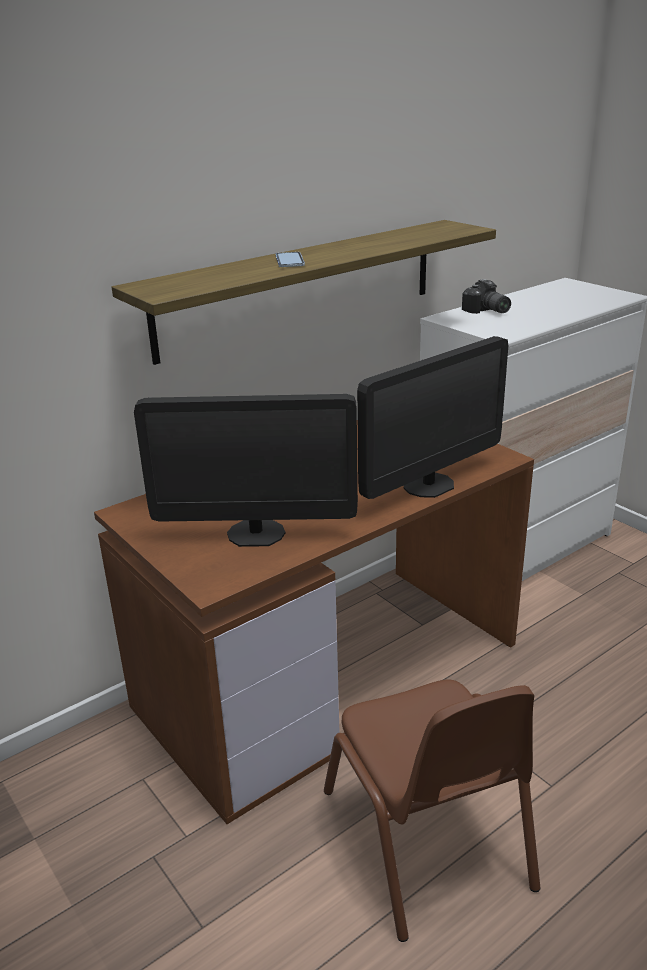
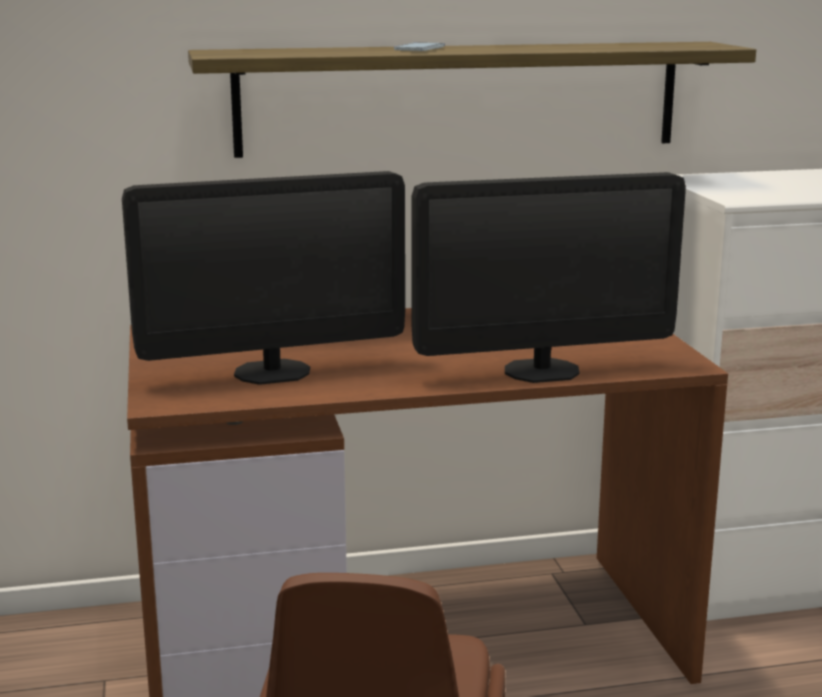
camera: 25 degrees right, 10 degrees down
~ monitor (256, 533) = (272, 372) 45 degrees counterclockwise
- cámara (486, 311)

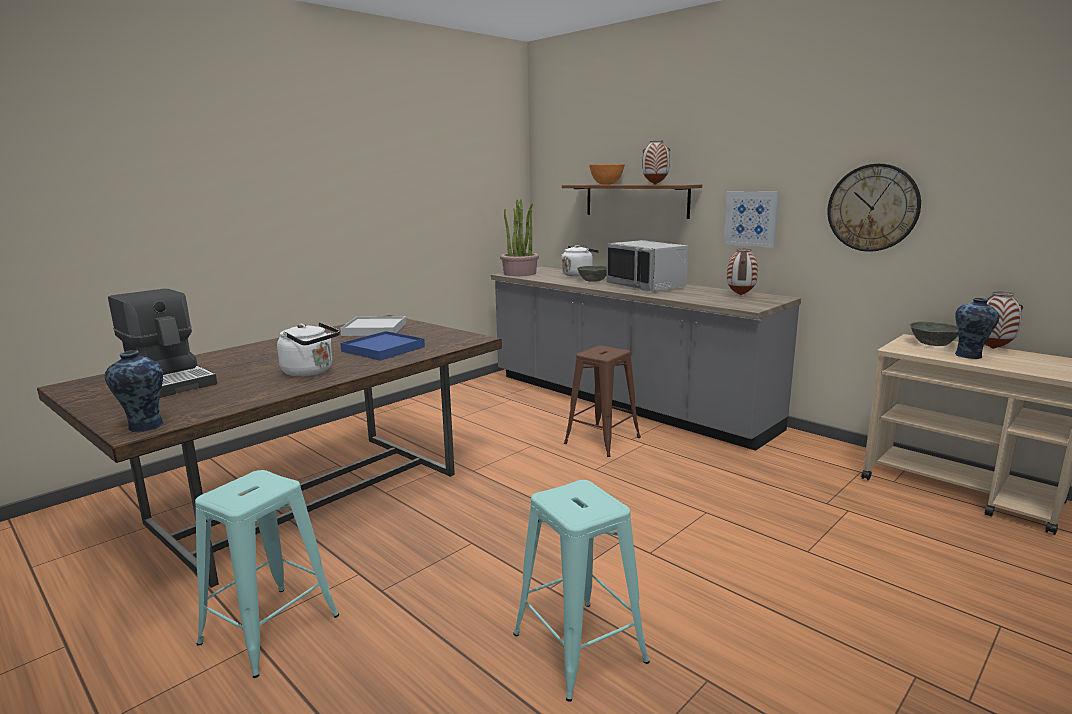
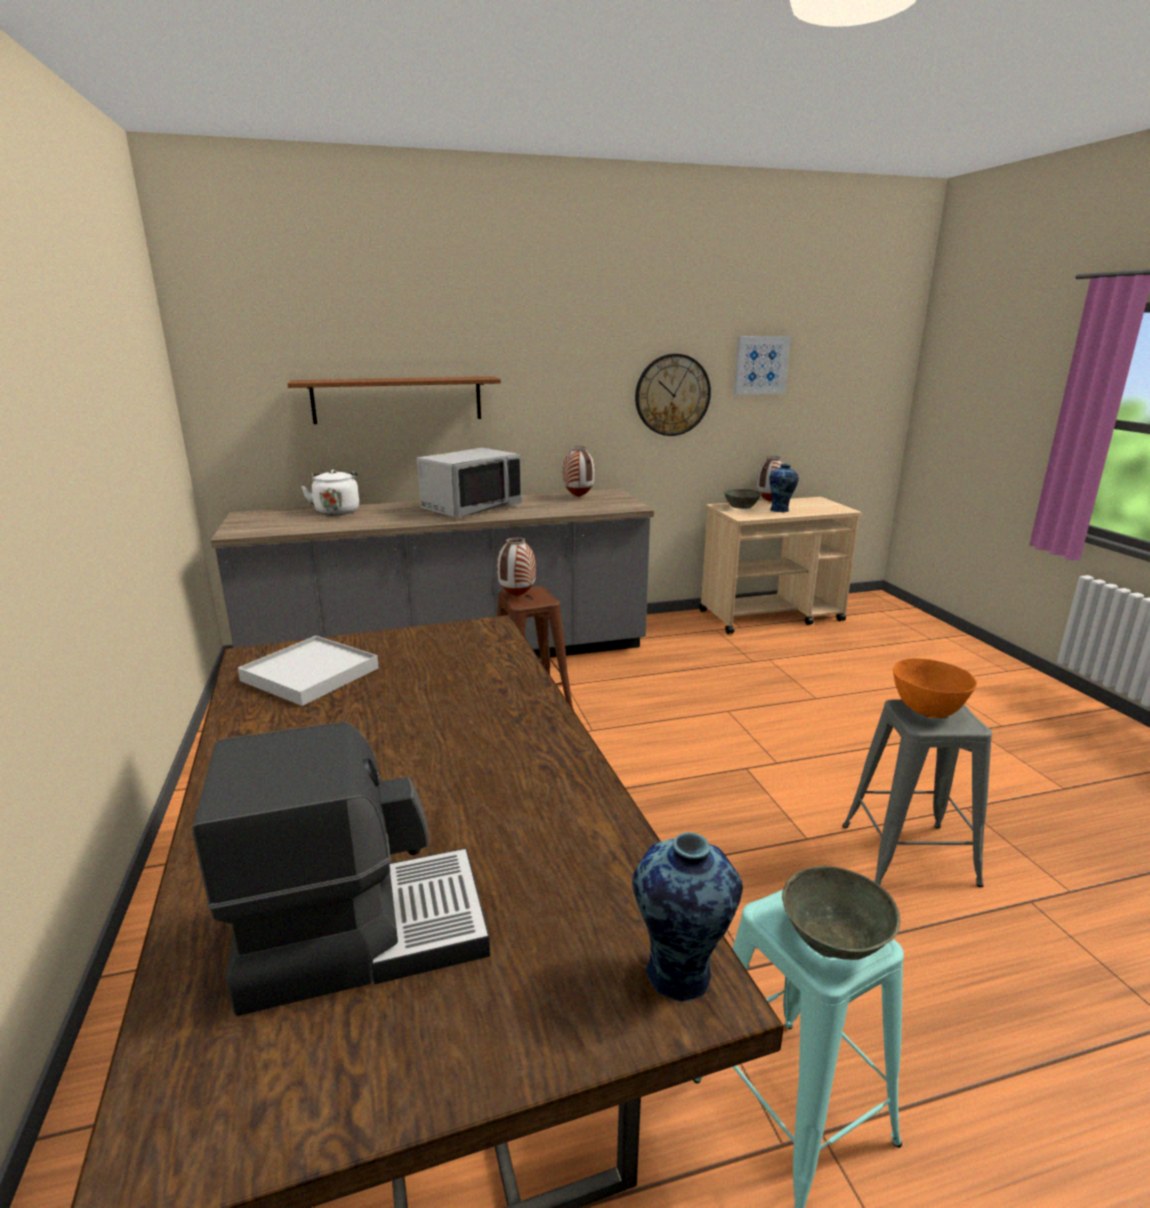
camera: 60 degrees left, 5 degrees up
~ microondas/gris (646, 286) = (471, 507) 45 degrees counterclockwise
~ florero (654, 184) to (517, 596)
~ cuadro (751, 218) to (761, 365)
~ cuenco/gris (593, 280) to (832, 937)
~ taburete/turquesa (579, 648) to taburete/gris (908, 854)
~ cuenco/naranja (606, 184) to (928, 711)
- hervidor/blanco (311, 371)
- bandeja/azul (383, 349)
- planta en maceta (520, 273)

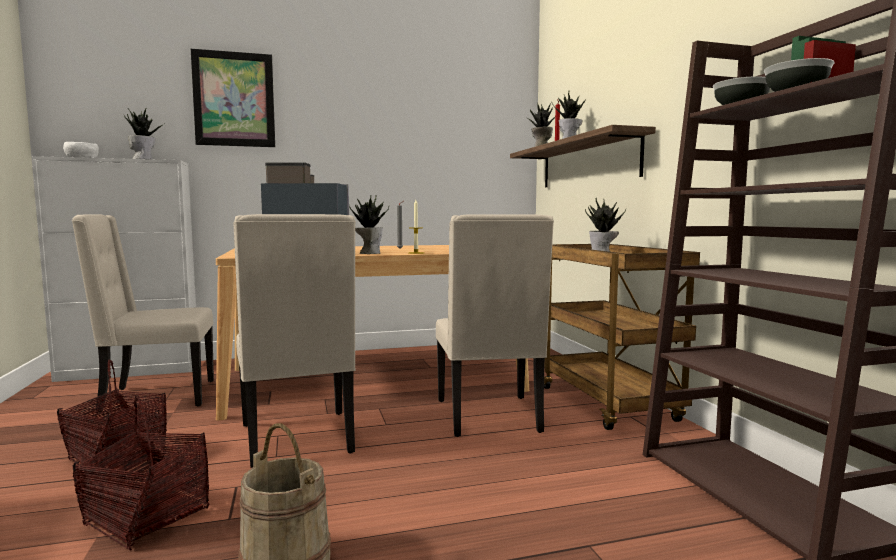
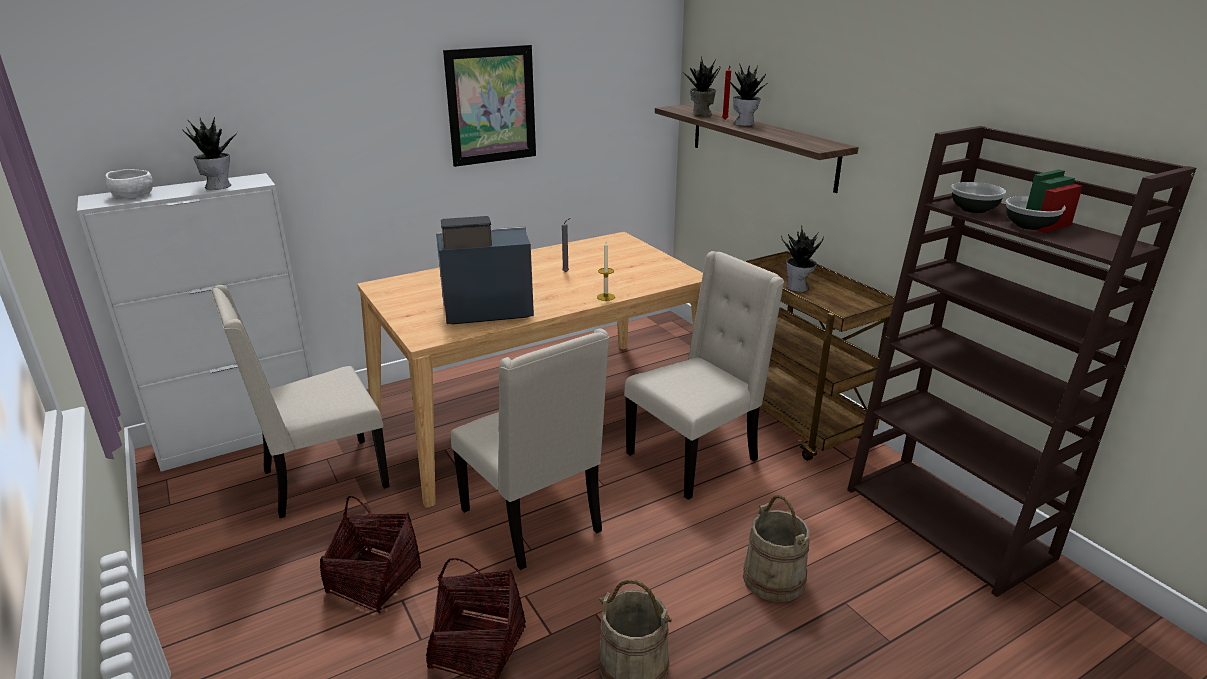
camera: 15 degrees left, 20 degrees up
~ cuadro (234, 99) to (491, 105)
~ silla/beis (490, 416) = (695, 457) 105 degrees counterclockwise
+ cubo/beis (774, 578)
- planta en maceta (369, 253)

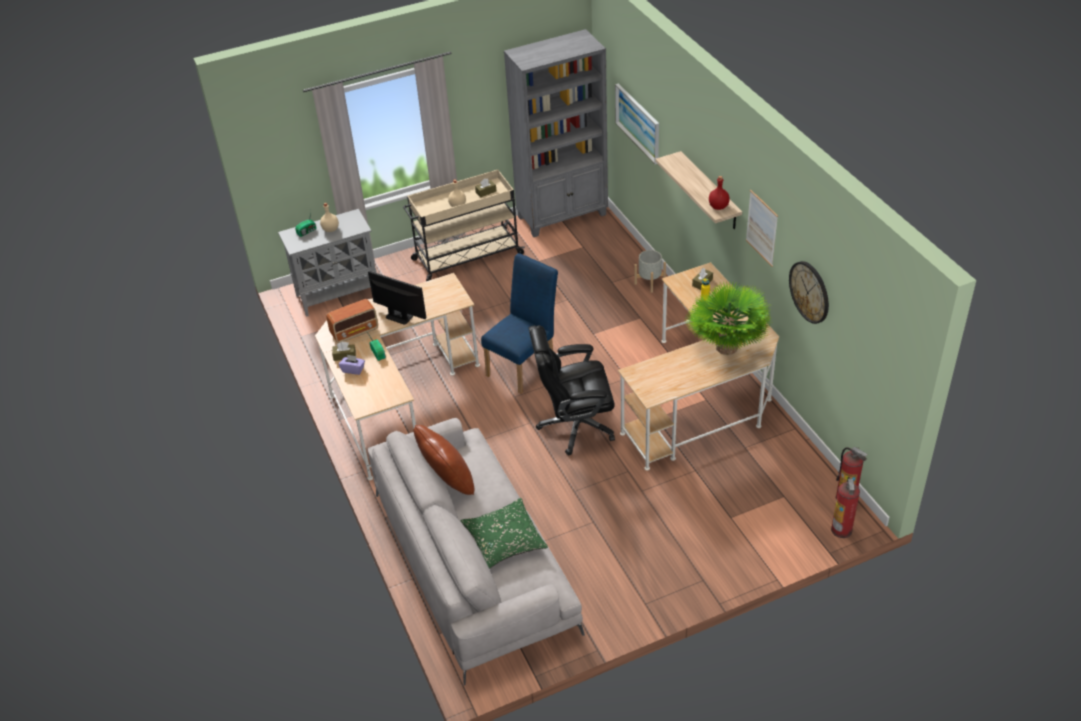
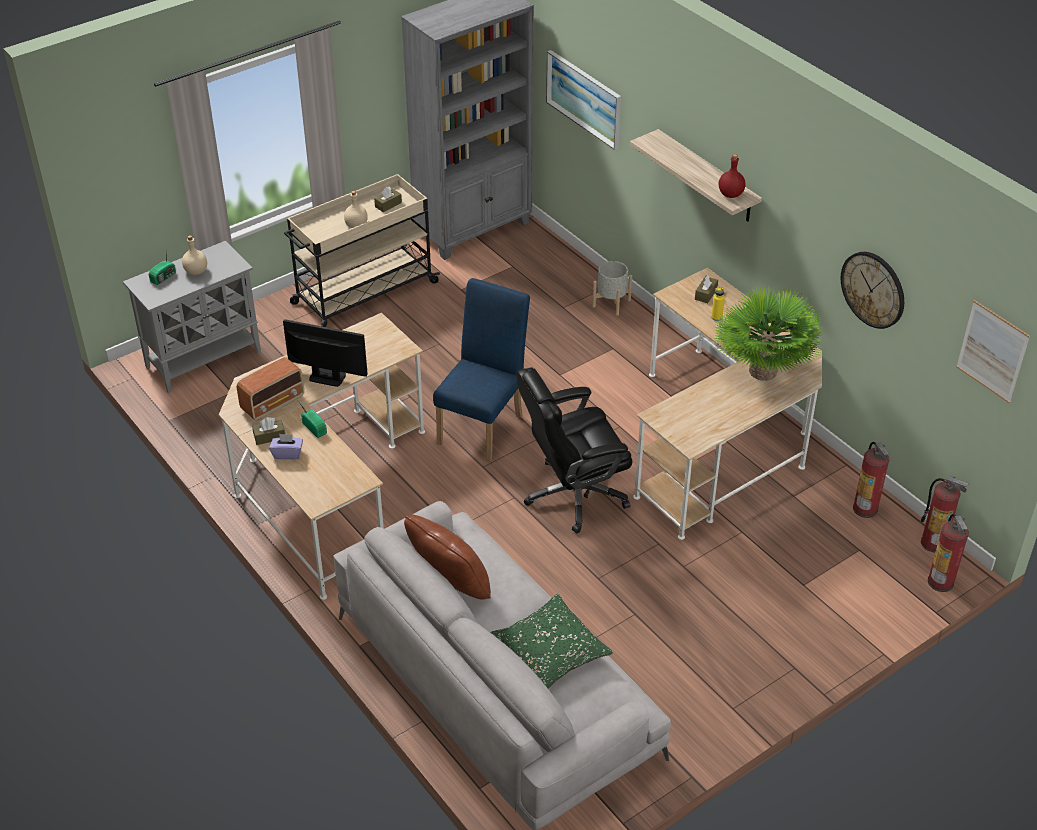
camera: 15 degrees left, 0 degrees up
+ extintor (865, 509)
~ cuadro (761, 228) to (992, 351)

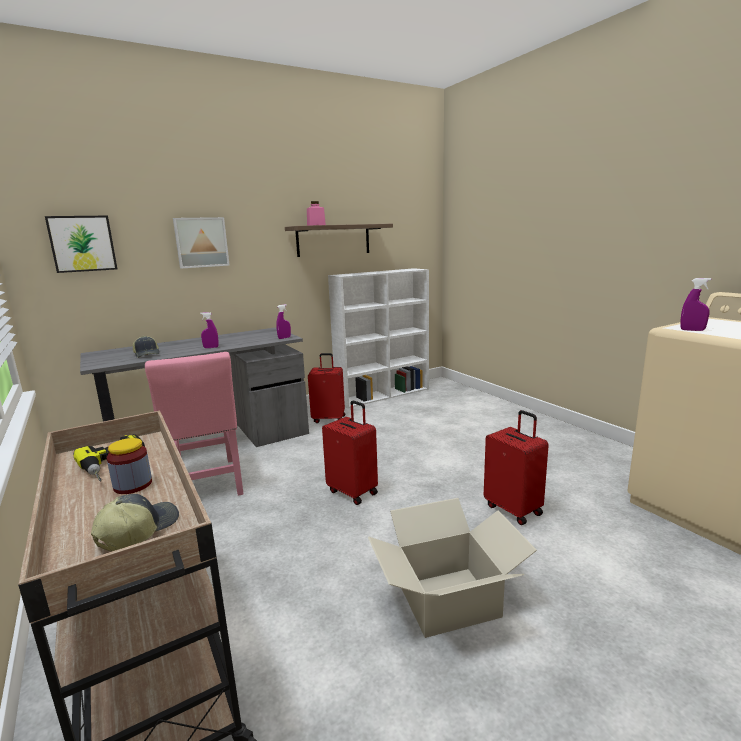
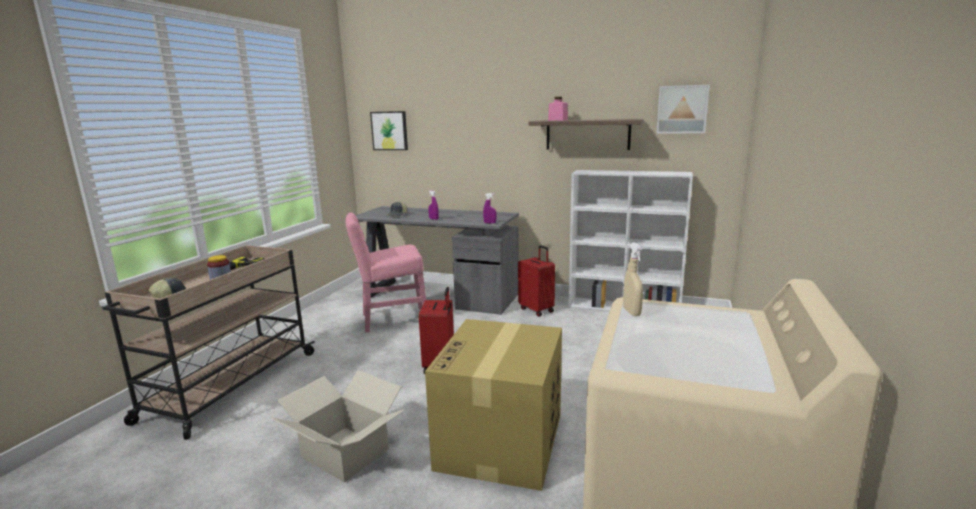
camera: 50 degrees right, 0 degrees up
~ silla/rosa (207, 484) = (390, 319) 45 degrees clockwise
~ maleta/rojo (514, 509) to caja de cartón (500, 442)
~ pulverizador/morado (692, 330) to pulverizador/beis (631, 312)
~ cuadro (201, 242) to (682, 109)

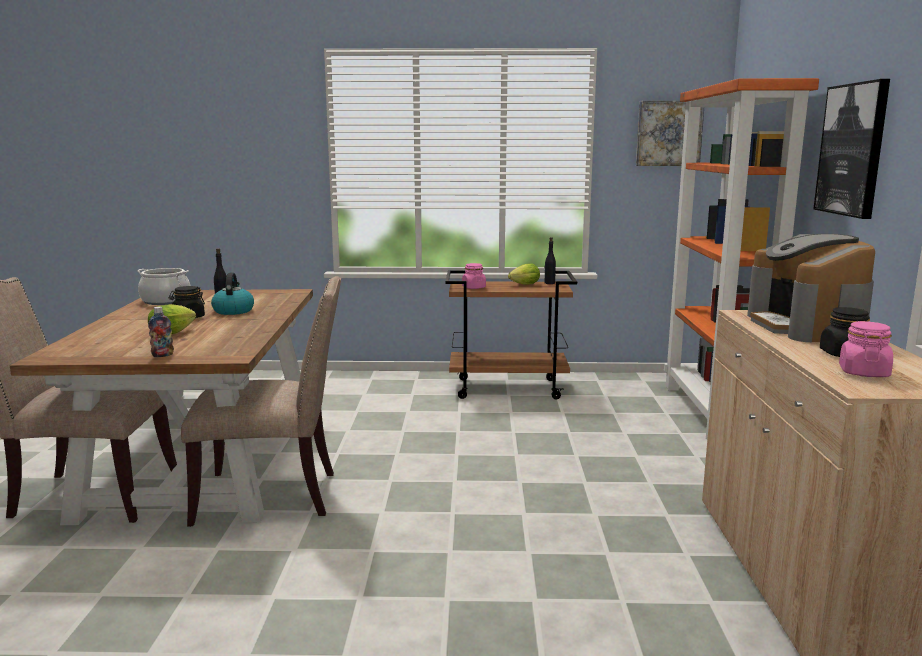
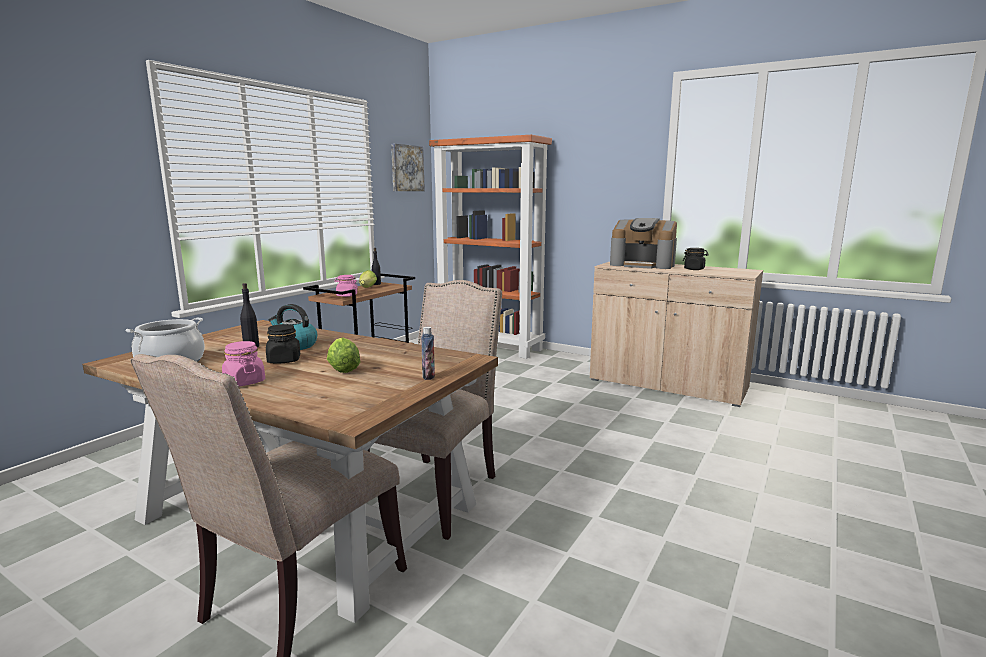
camera: 60 degrees left, 0 degrees up
~ tarro/rosa (863, 372) to (244, 382)
- cuadro (852, 150)

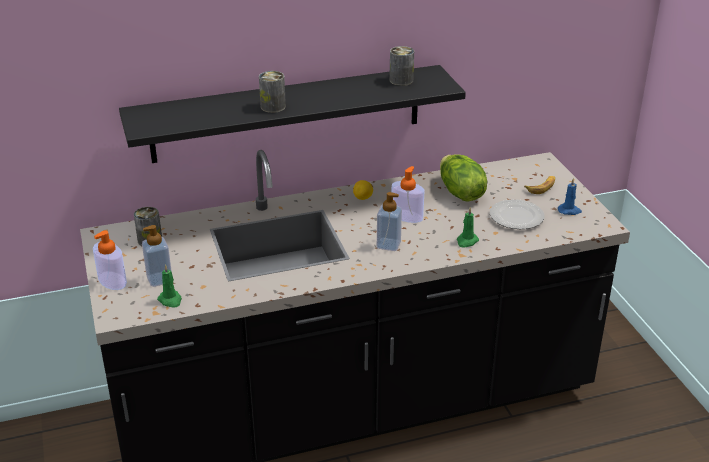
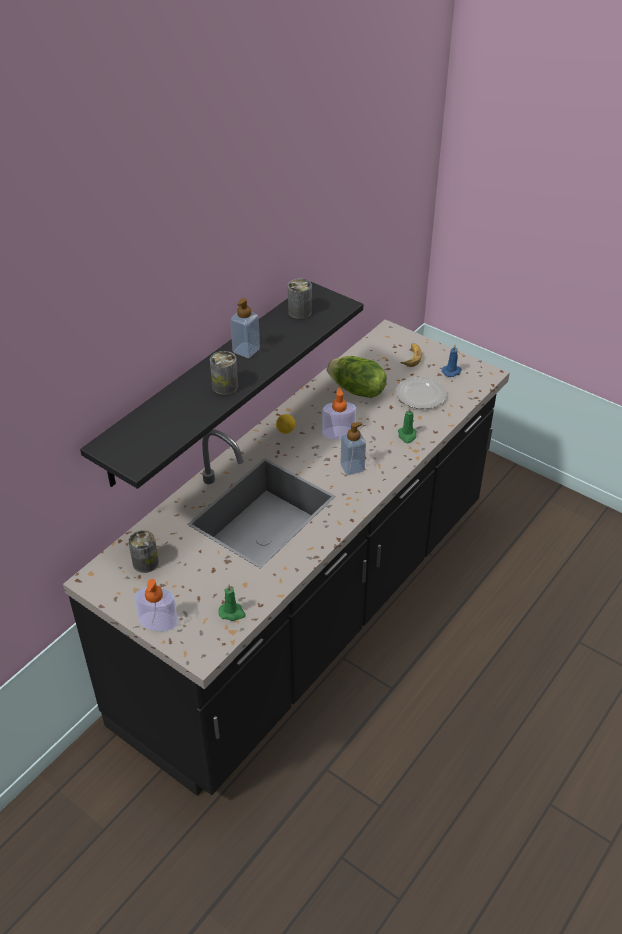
camera: 35 degrees left, 10 degrees up
~ dispensador de jabón (159, 279) to (246, 350)

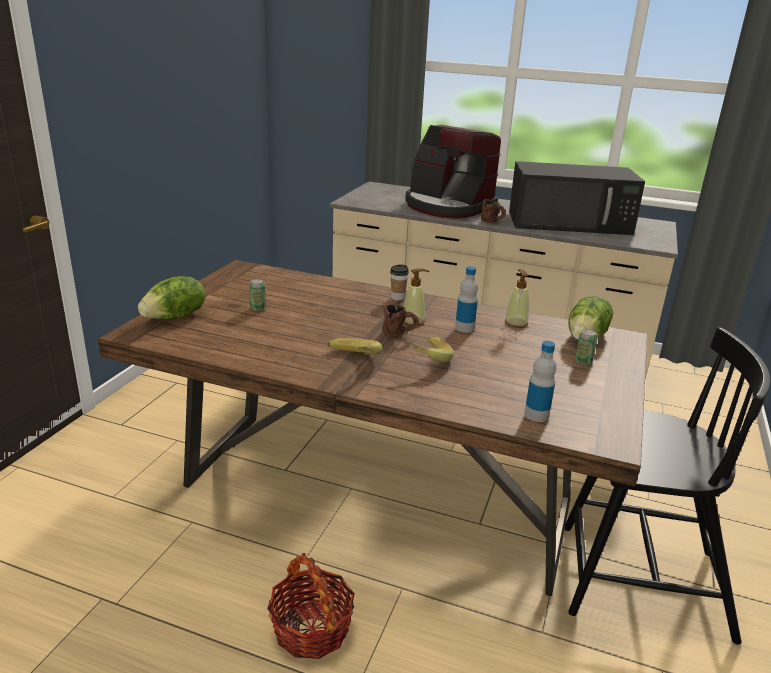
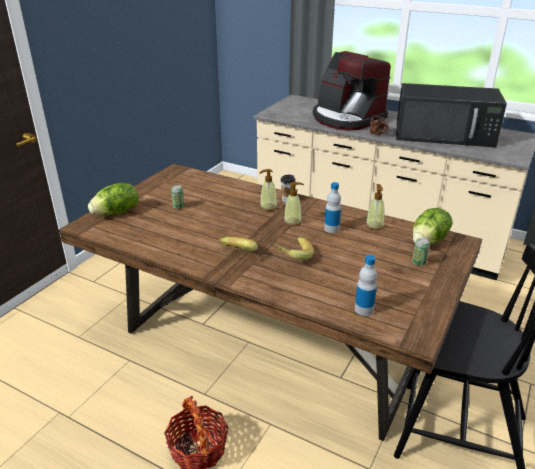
camera: 10 degrees right, 5 degrees up
+ dispensador de jabón (268, 207)
- taza grande/marrón (400, 333)

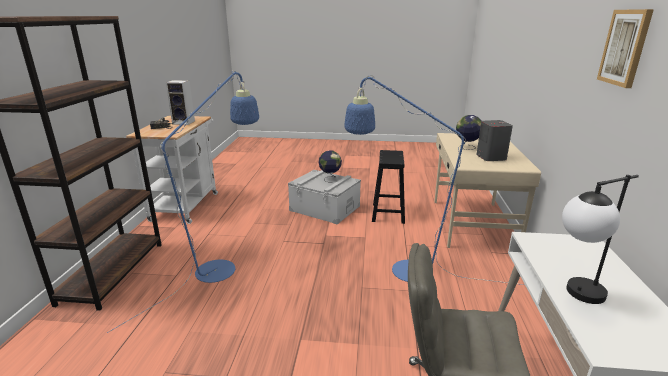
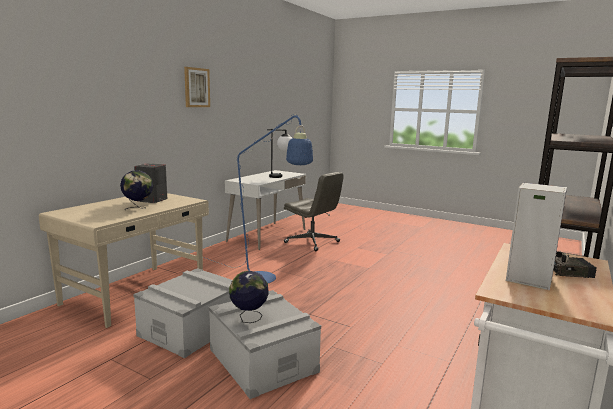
camera: 155 degrees left, 10 degrees down
~ taburete/negro (388, 213) to caja de almacenaje/gris (192, 328)
- lámpara de pie/azul (223, 265)

